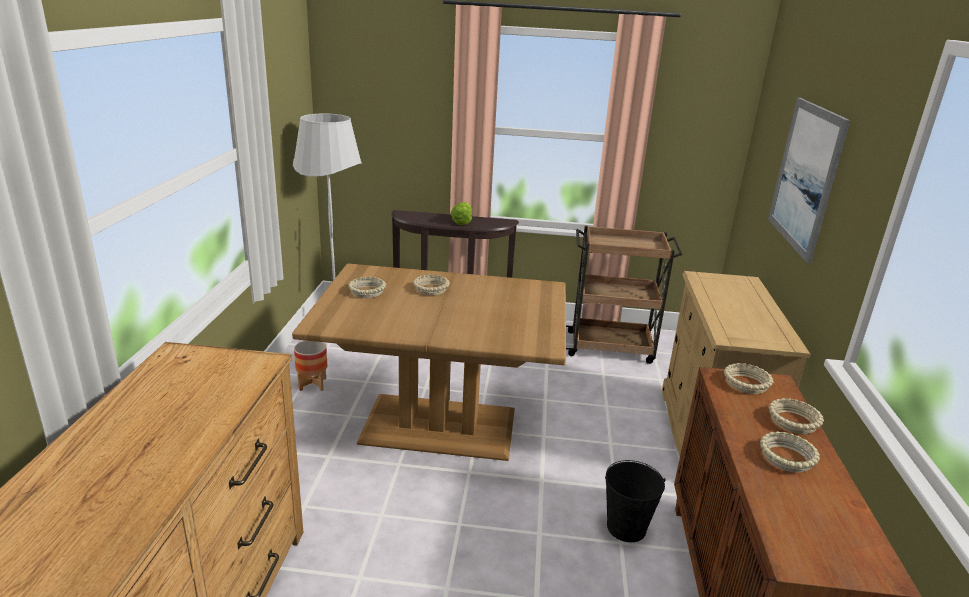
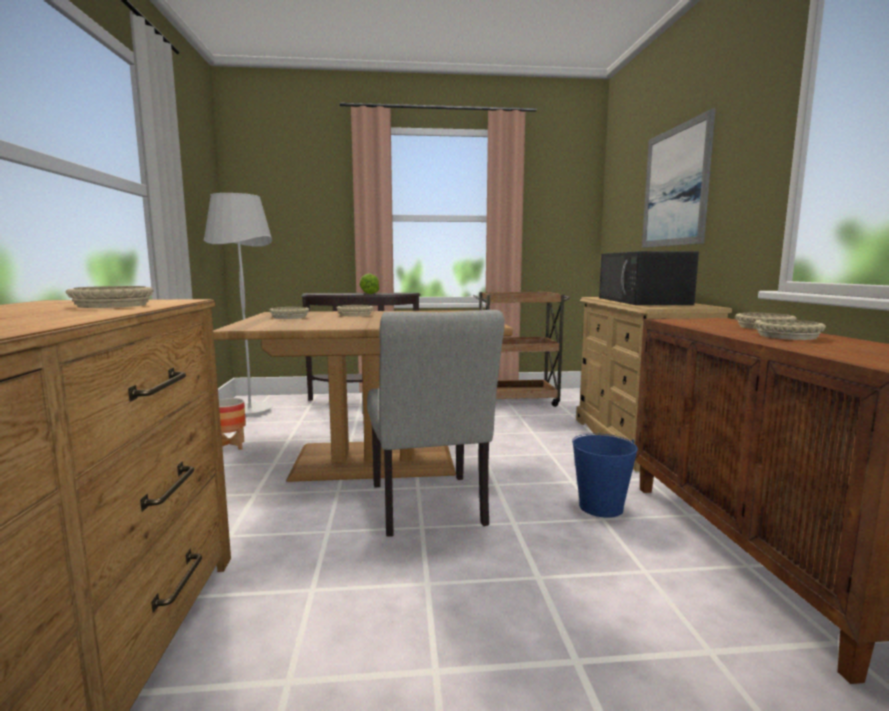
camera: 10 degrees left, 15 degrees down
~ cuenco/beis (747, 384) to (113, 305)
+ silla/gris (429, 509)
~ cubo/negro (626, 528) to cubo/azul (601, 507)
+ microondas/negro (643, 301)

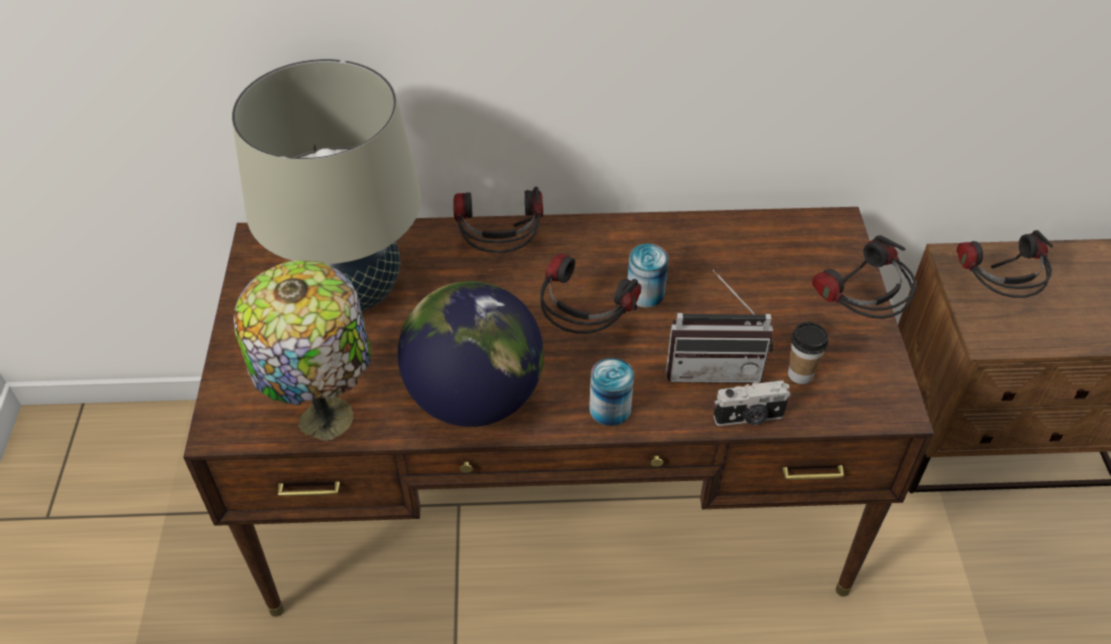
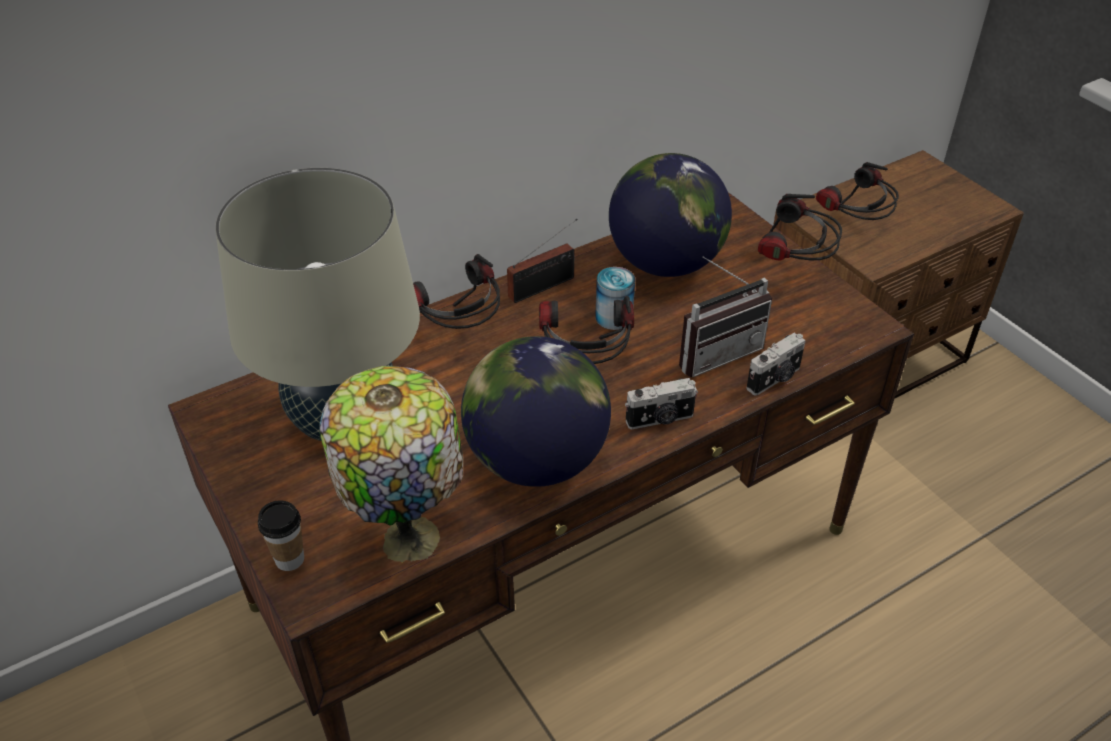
camera: 30 degrees left, 5 degrees down
~ taza (800, 374) to (289, 559)
+ radio (545, 286)
+ globo terráqueo (665, 263)
~ lata (610, 409) to cámara (660, 420)

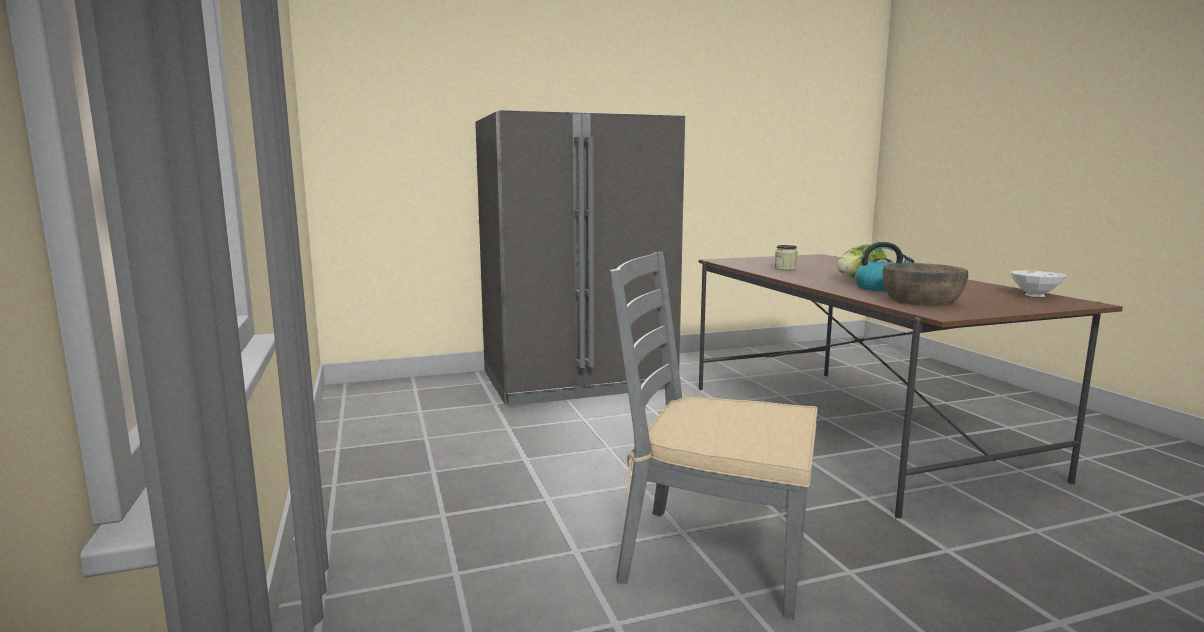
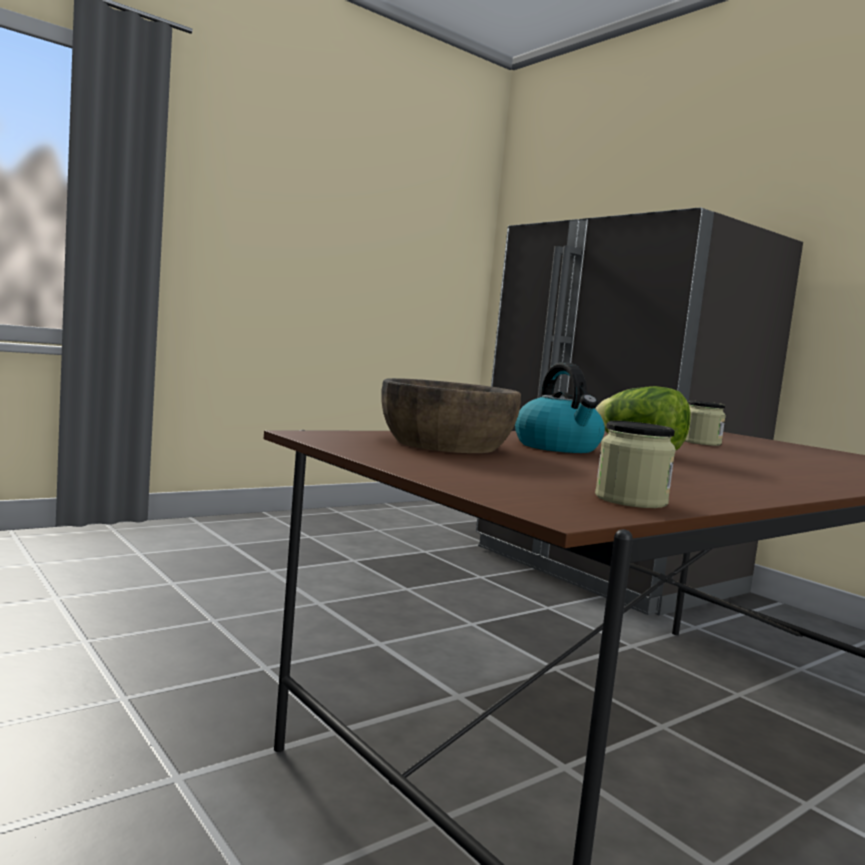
camera: 70 degrees right, 5 degrees down
~ cuenco/blanco (1036, 295) to tarro (631, 500)
- silla/gris (712, 557)

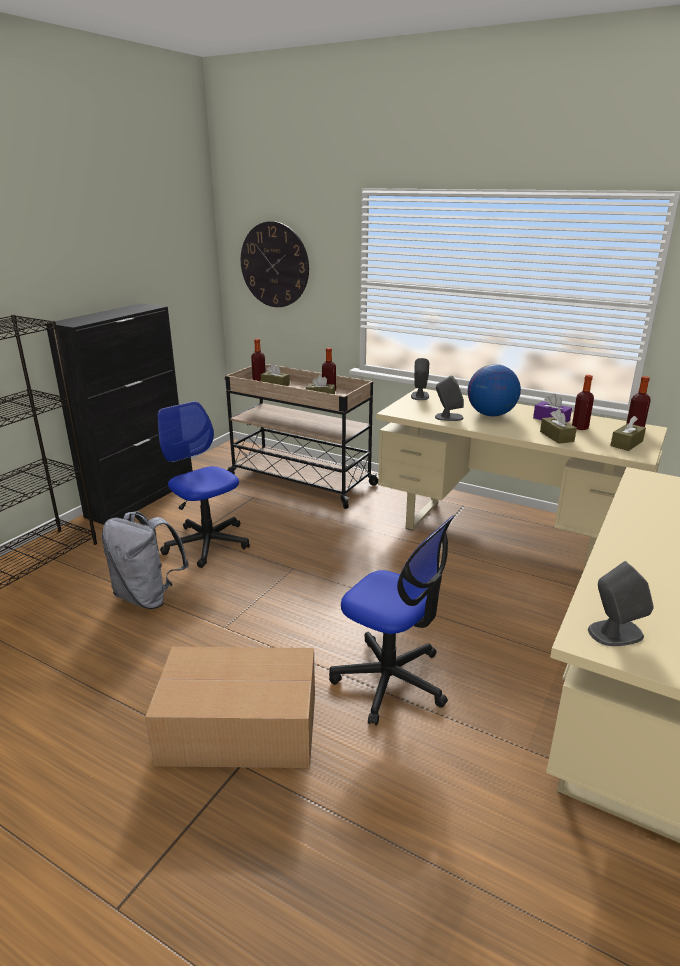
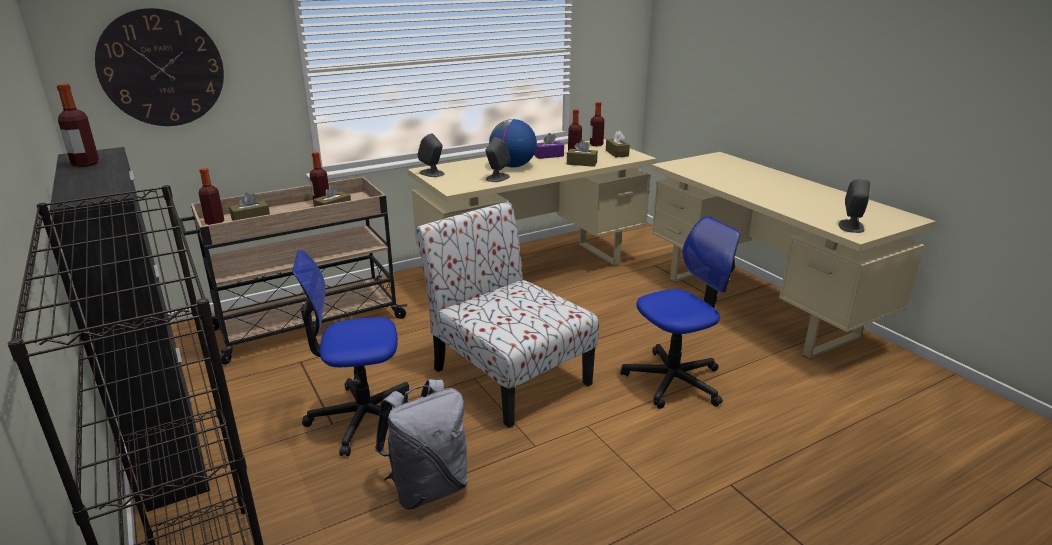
camera: 60 degrees left, 0 degrees up
+ botella (85, 164)
+ silla (508, 374)
- caja de cartón (237, 726)

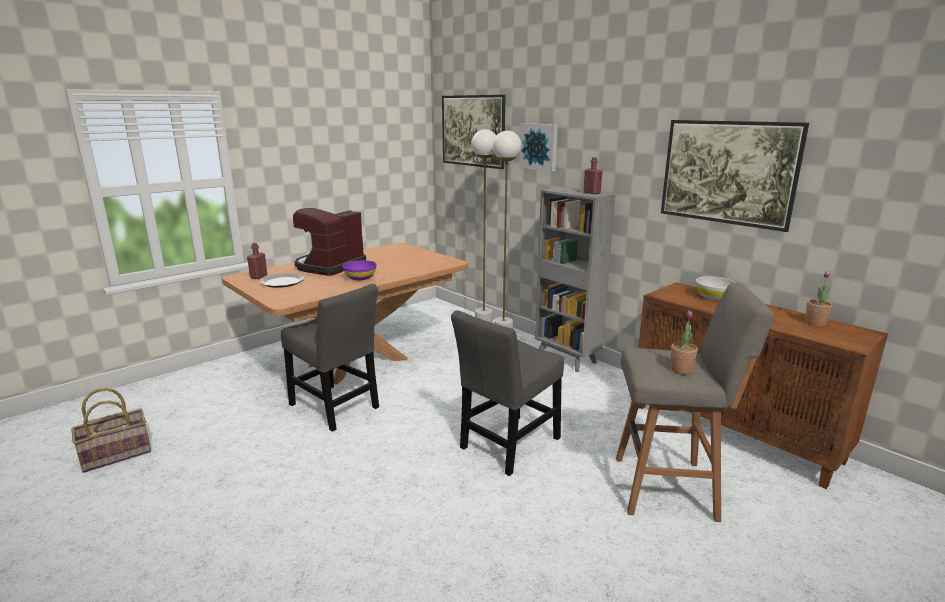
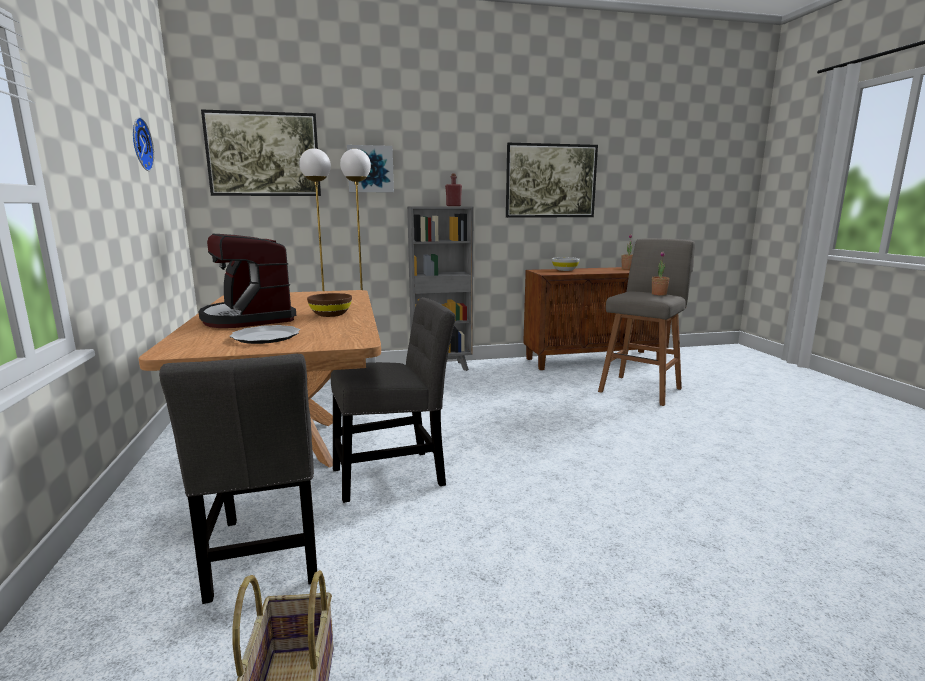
camera: 60 degrees left, 5 degrees down
+ reloj de pared (139, 144)
~ silla/gris (507, 446) to (266, 556)
~ cuenco/morado (360, 278) to cuenco/marrón (331, 314)
- botella/rojo (258, 276)

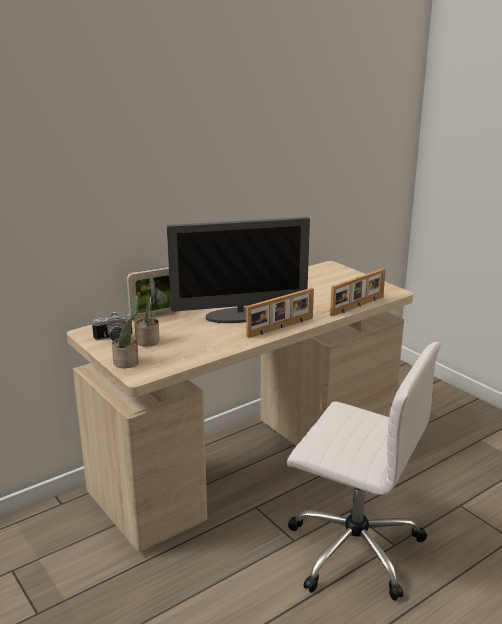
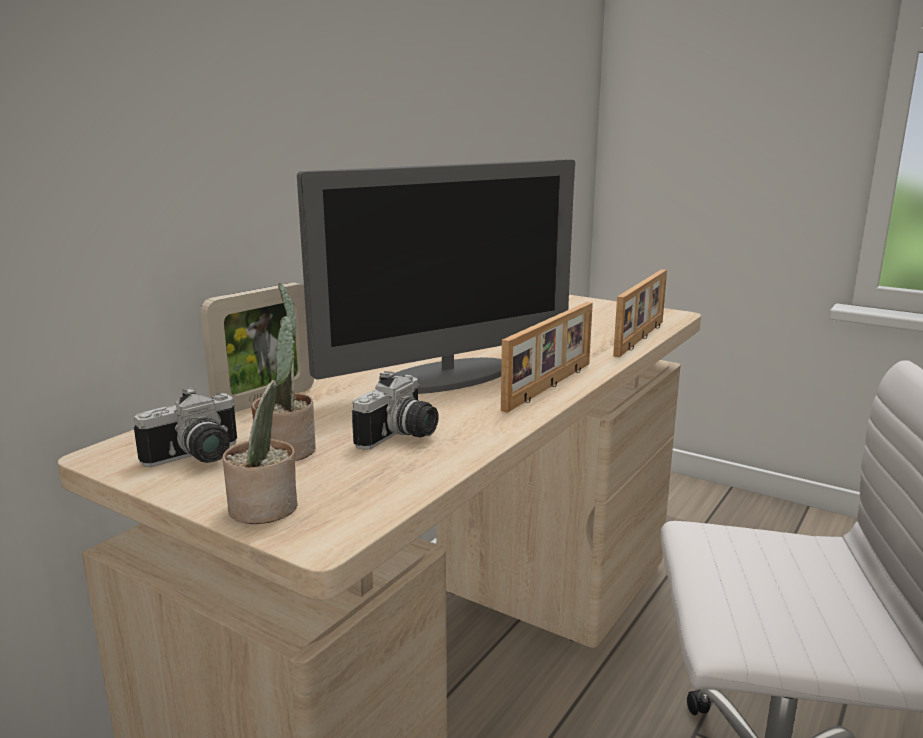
camera: 20 degrees left, 5 degrees down
+ cámara (402, 436)

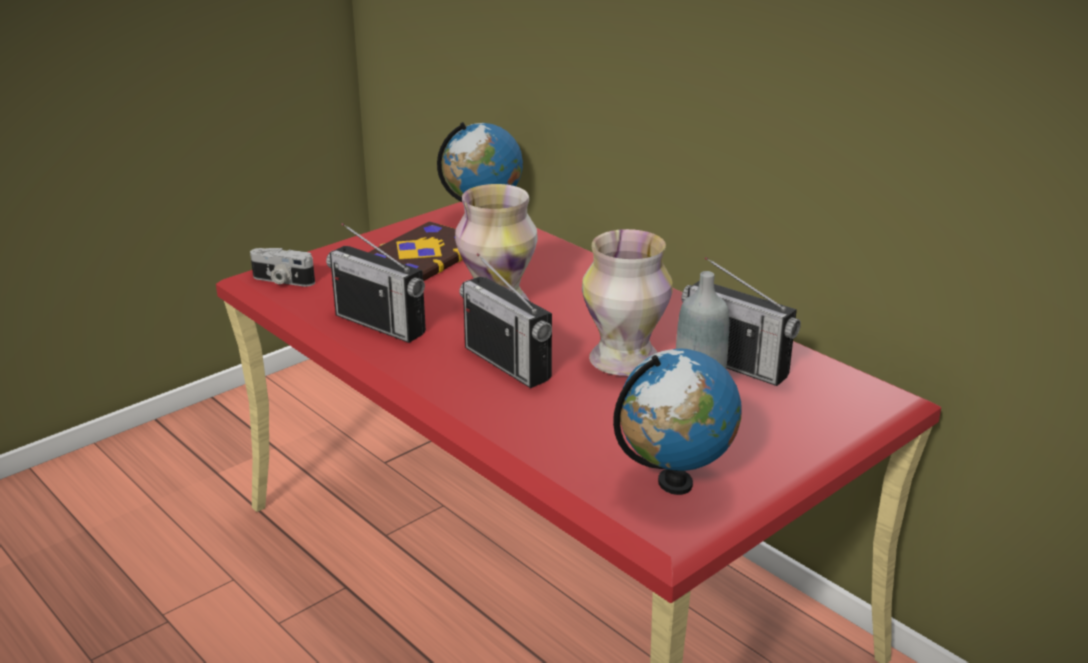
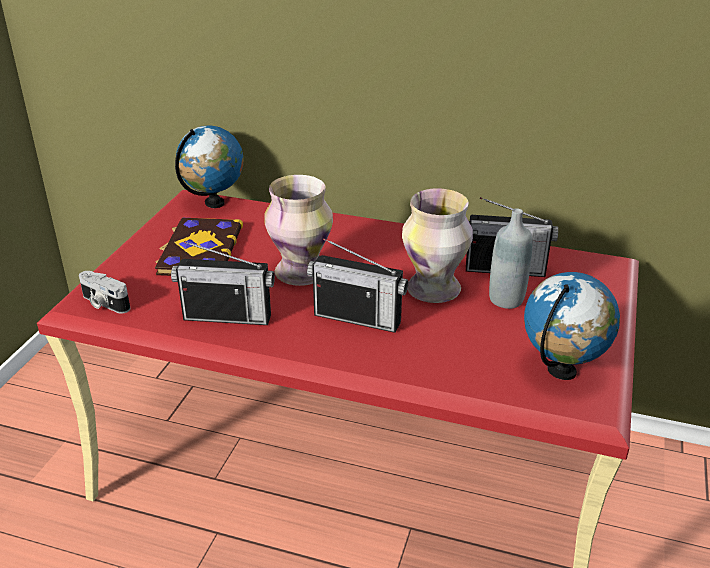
camera: 30 degrees left, 5 degrees up
~ cámara (282, 281) = (104, 303) 45 degrees clockwise

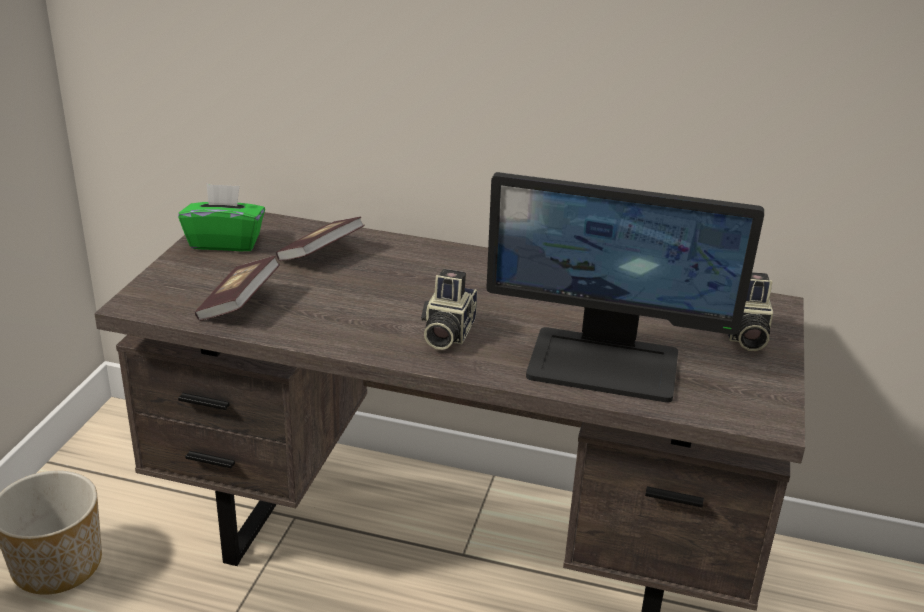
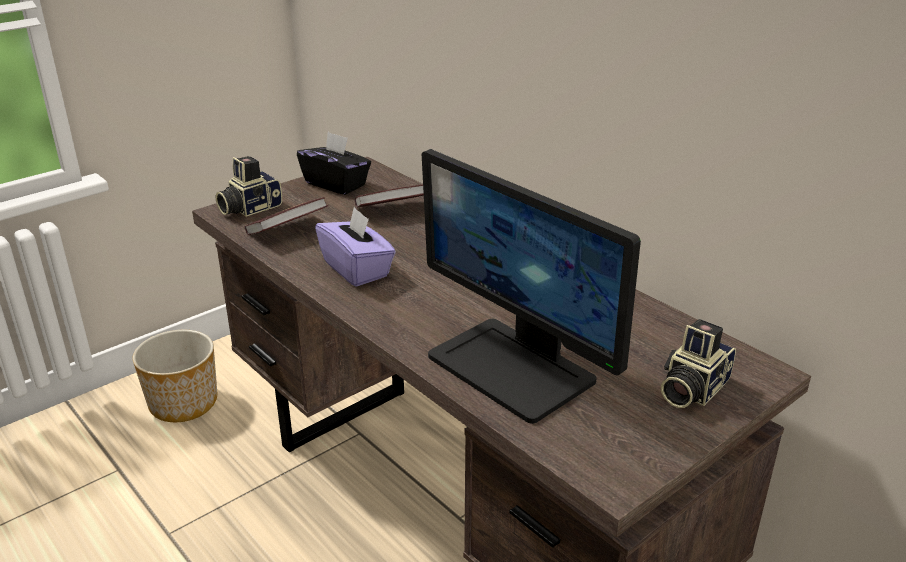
camera: 35 degrees right, 0 degrees up
~ cámara (446, 333) to (249, 208)
~ caja de pañuelos/verde (225, 242) to caja de pañuelos/negro (336, 184)
+ caja de pañuelos/morado (357, 269)

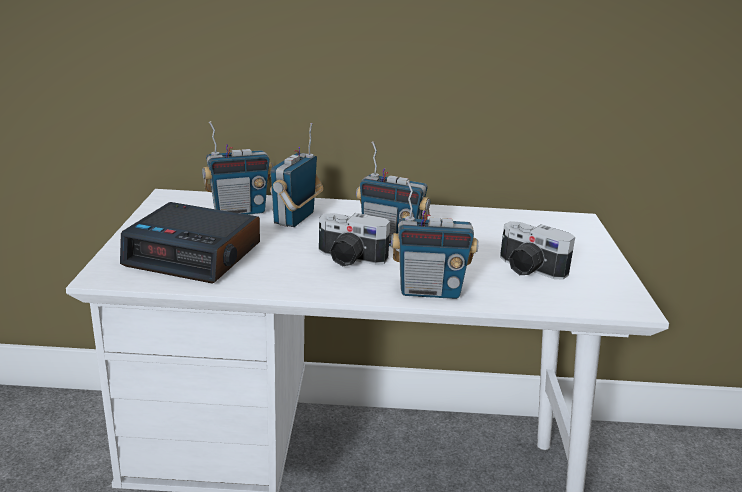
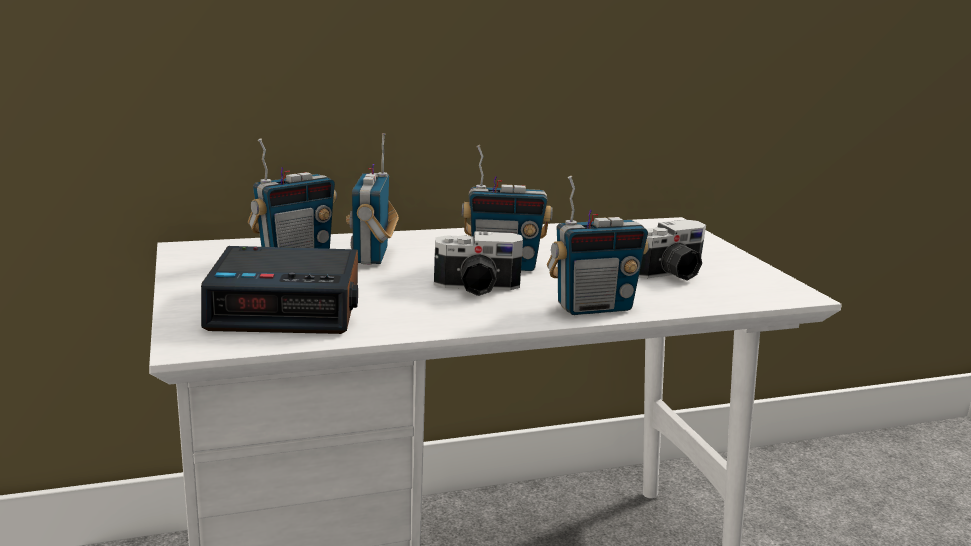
camera: 20 degrees left, 5 degrees down
~ cámara (528, 269) = (670, 274) 45 degrees counterclockwise

